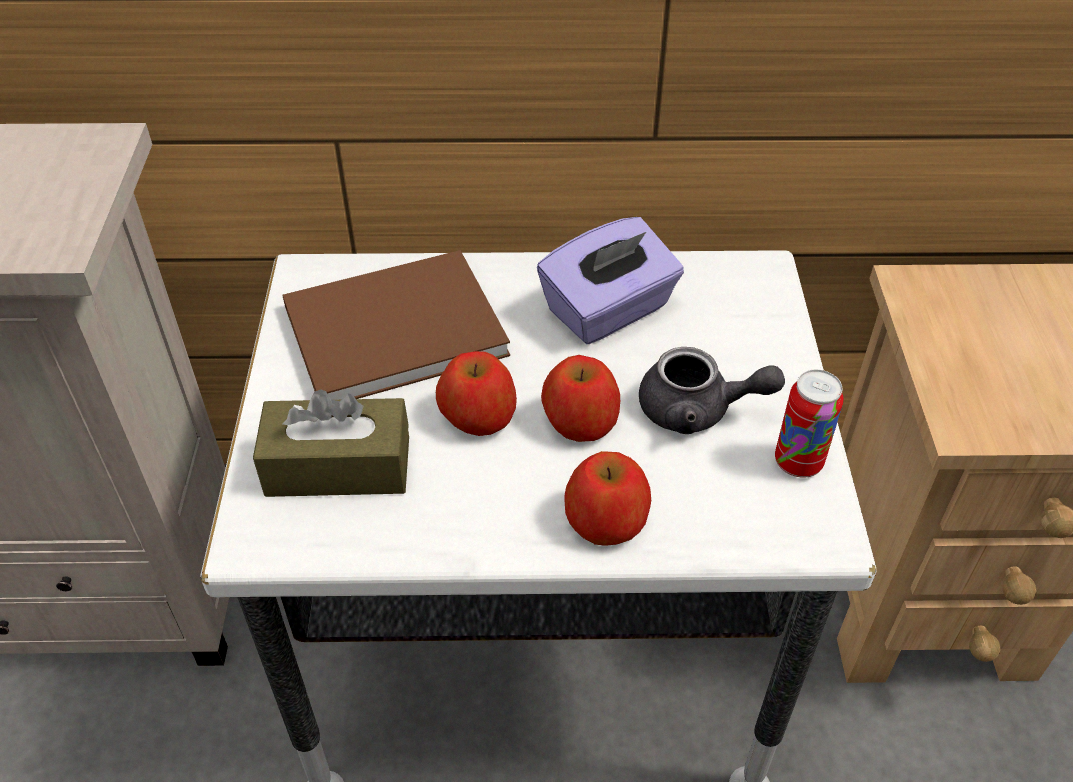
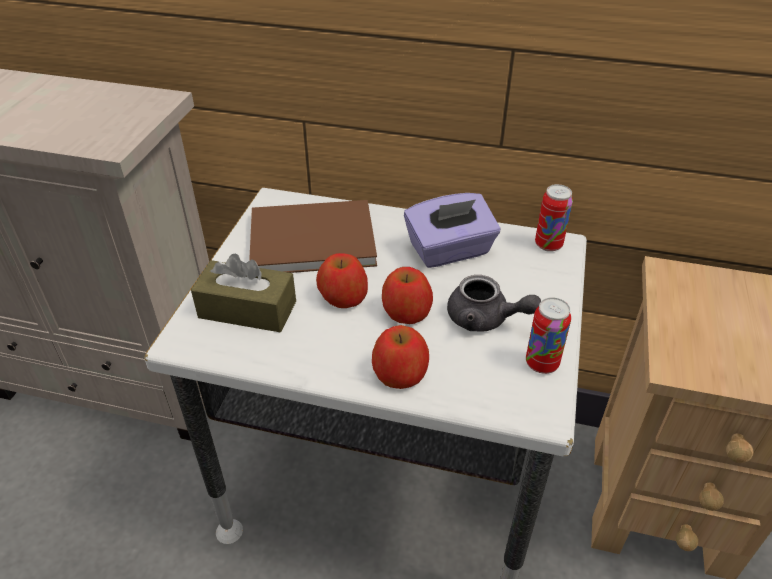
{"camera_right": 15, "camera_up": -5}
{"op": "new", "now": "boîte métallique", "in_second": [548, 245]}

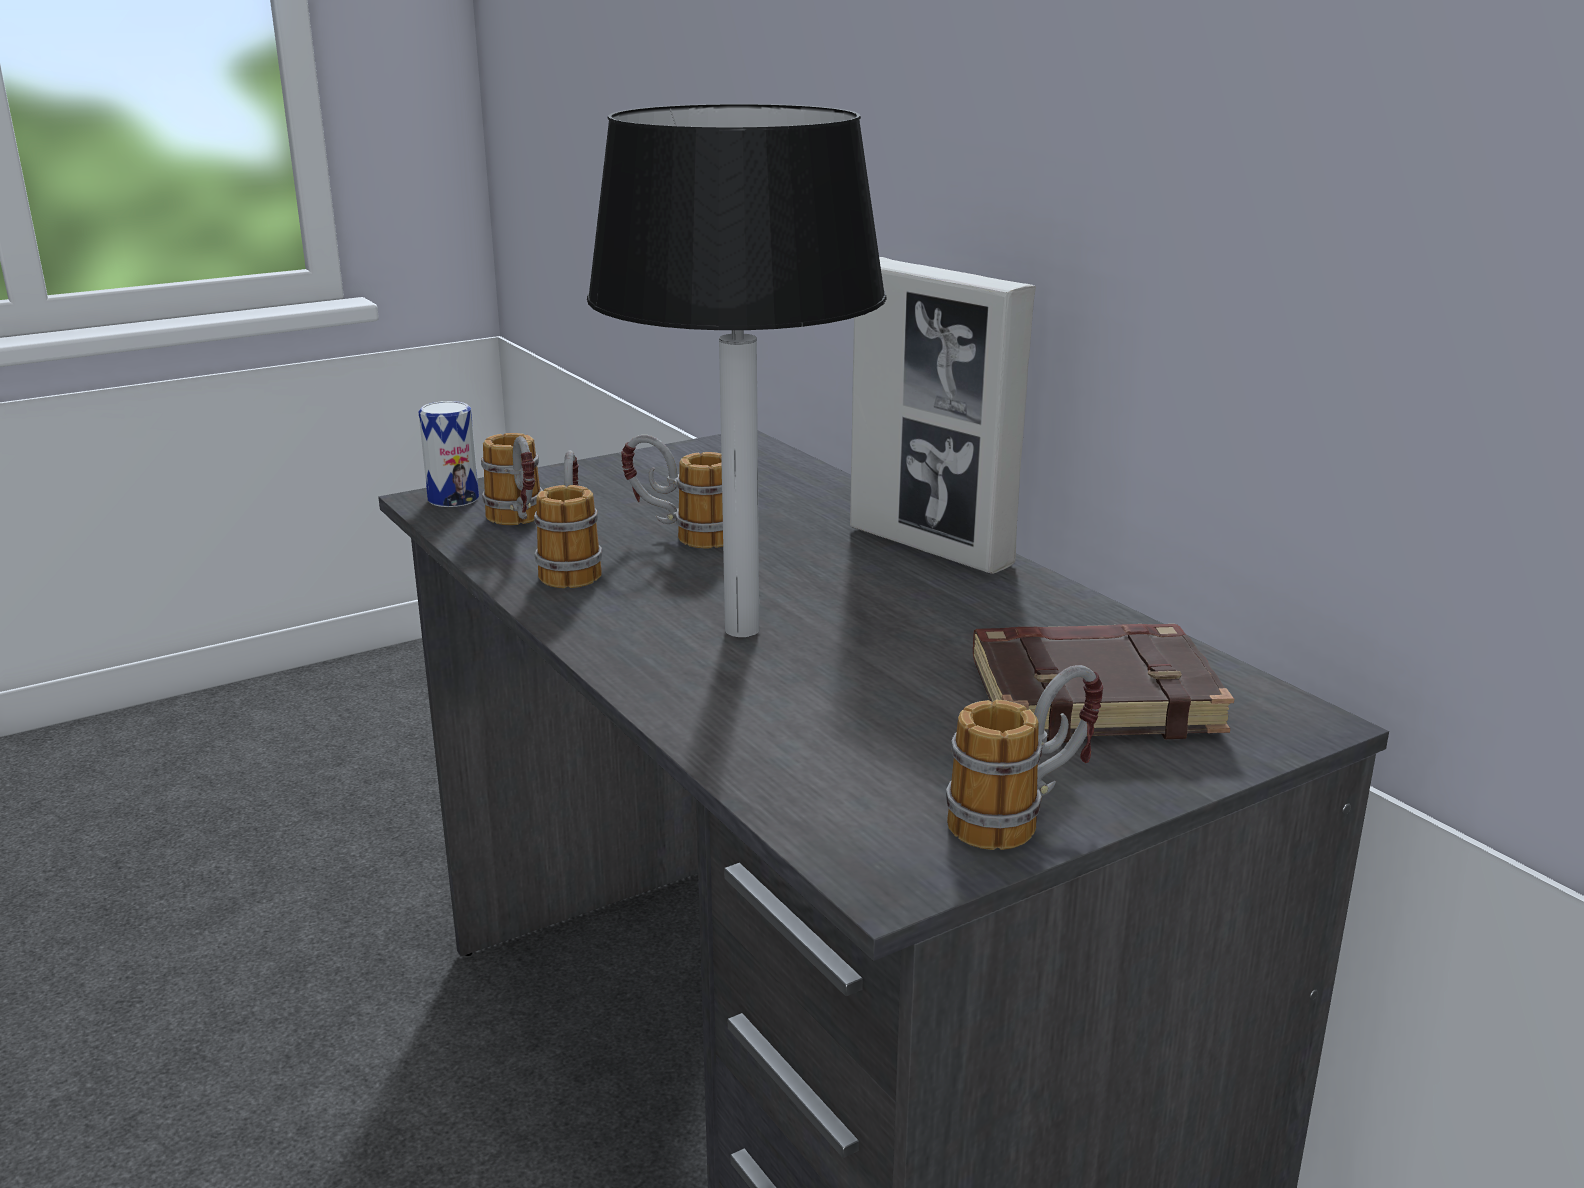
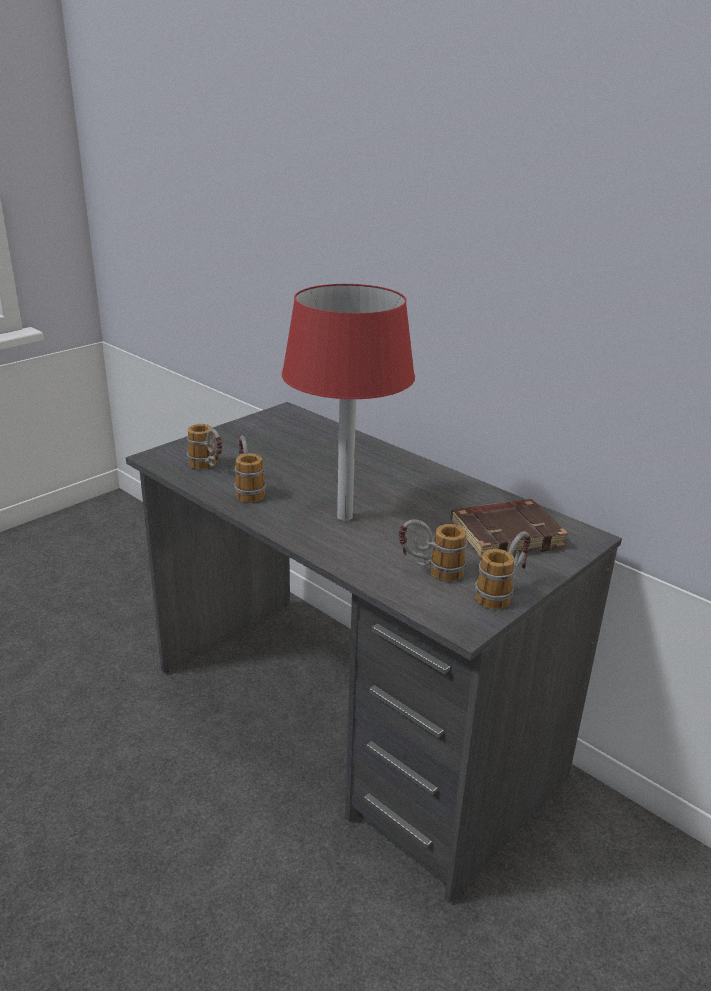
{"camera_right": -15, "camera_up": 5}
{"op": "repainted", "was": "lampe de table [noir]", "now": "lampe de table [rouge]", "in_first": [743, 630], "in_second": [345, 516]}
{"op": "gone", "was": "cadre photo", "in_first": [930, 547]}
{"op": "gone", "was": "boîte métallique", "in_first": [453, 499]}
{"op": "shifted", "was": "mug", "in_first": [680, 535], "in_second": [430, 571]}

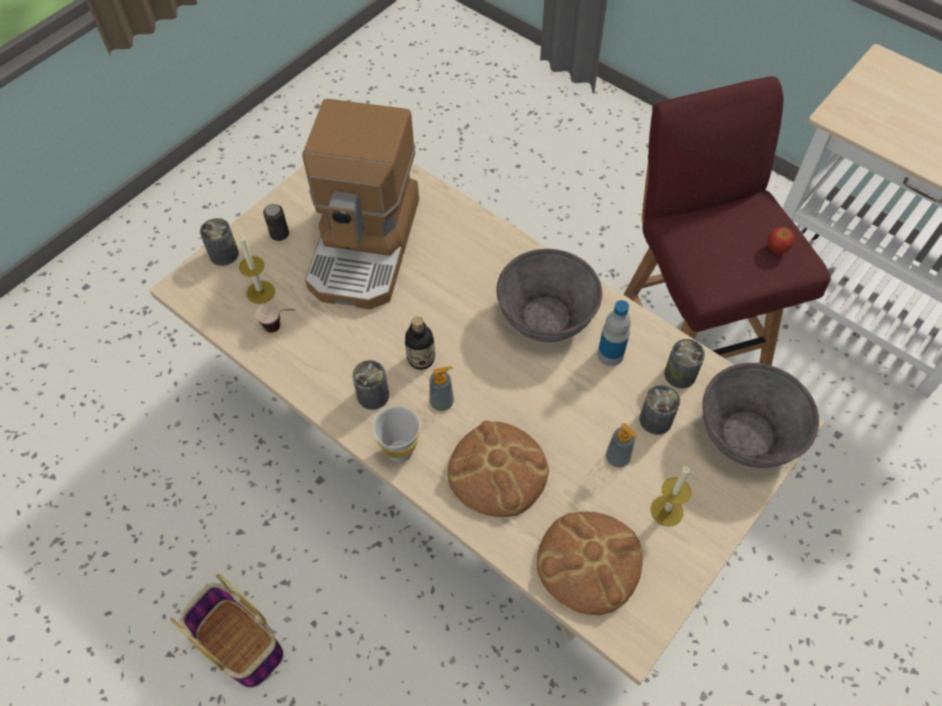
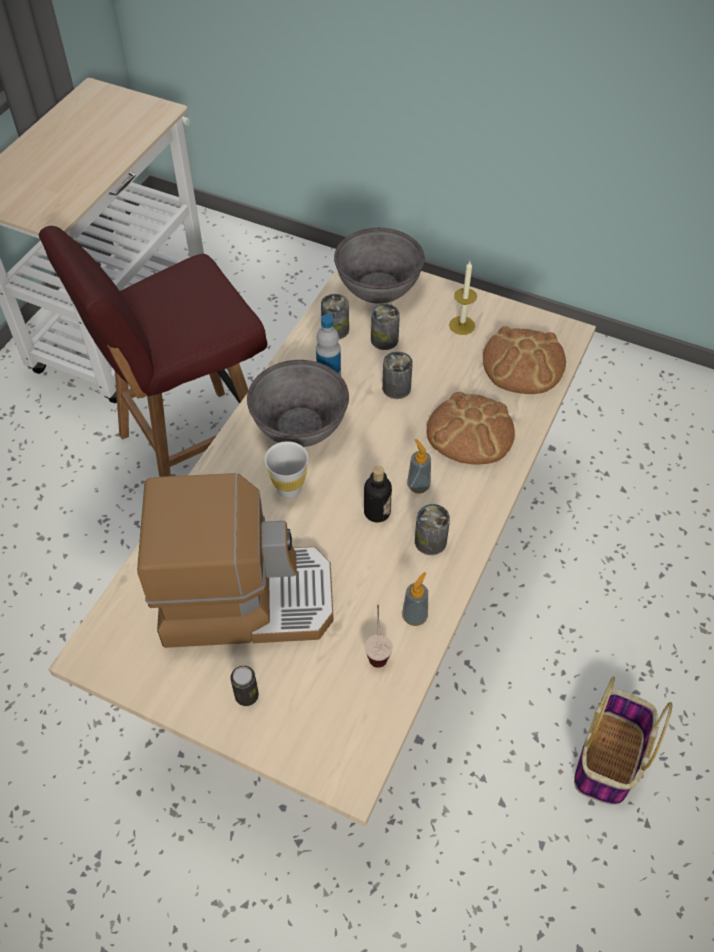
{"camera_right": -105, "camera_up": -5}
{"op": "shifted", "was": "boîte métallique", "in_first": [224, 254], "in_second": [396, 388]}
{"op": "gone", "was": "pomme", "in_first": [776, 248]}
{"op": "gone", "was": "bougie", "in_first": [260, 292]}
{"op": "shifted", "was": "tasse [blanc]", "in_first": [400, 451], "in_second": [289, 489]}
{"op": "shifted", "was": "distributeur de savon", "in_first": [617, 458], "in_second": [414, 616]}

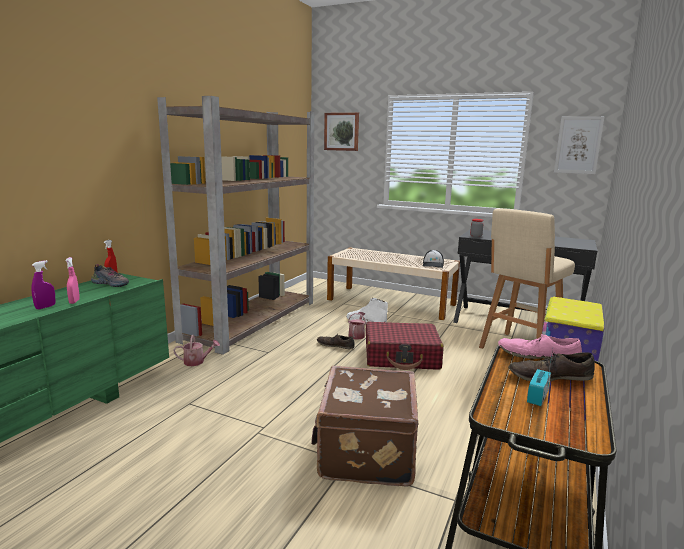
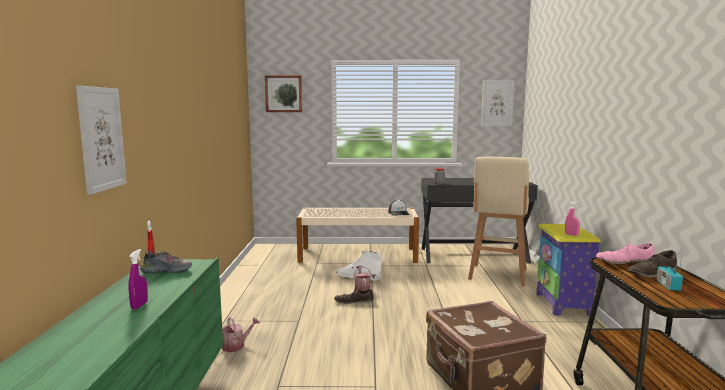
{"camera_right": -25, "camera_up": -5}
{"op": "gone", "was": "bibliothèque [marron]", "in_first": [252, 320]}
{"op": "shifted", "was": "vaporisateur [rose]", "in_first": [74, 301], "in_second": [571, 234]}
{"op": "gone", "was": "valise [rouge]", "in_first": [401, 356]}
{"op": "new", "now": "tableau", "in_second": [101, 139]}

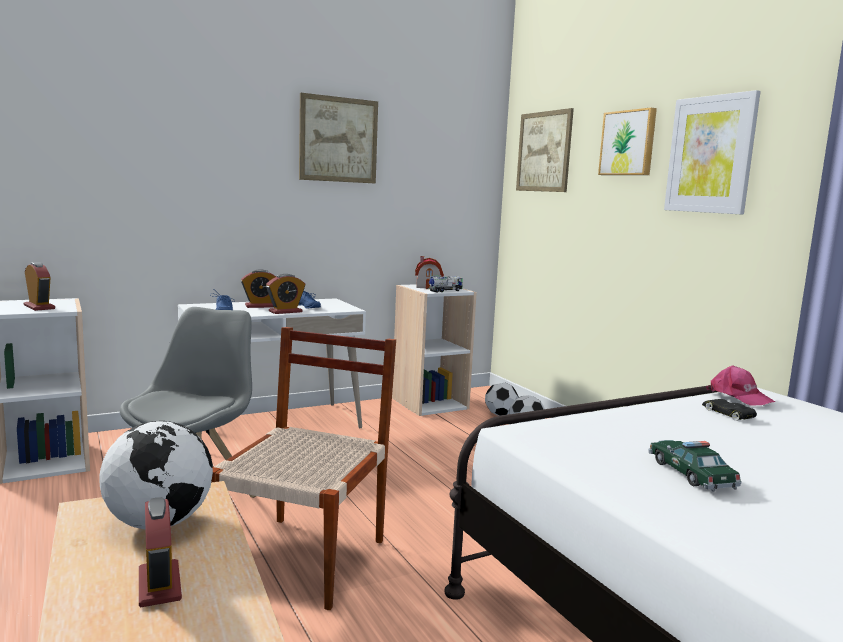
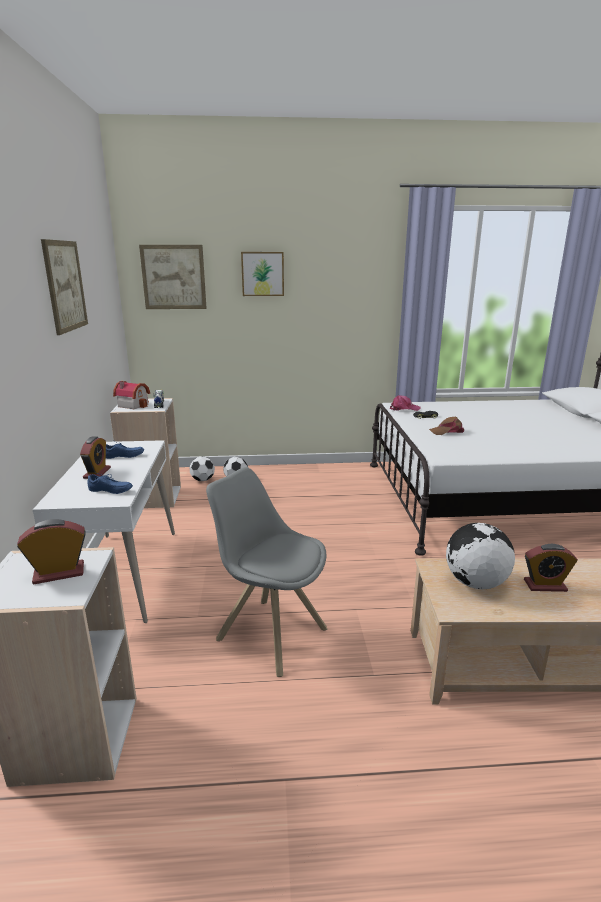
{"camera_right": -65, "camera_up": 10}
{"op": "gone", "was": "tableau", "in_first": [710, 154]}
{"op": "gone", "was": "réveil", "in_first": [285, 311]}
{"op": "gone", "was": "chaise", "in_first": [305, 558]}
{"op": "gone", "was": "petite voiture", "in_first": [691, 474]}
{"op": "new", "now": "casquette [marron]", "in_second": [447, 431]}

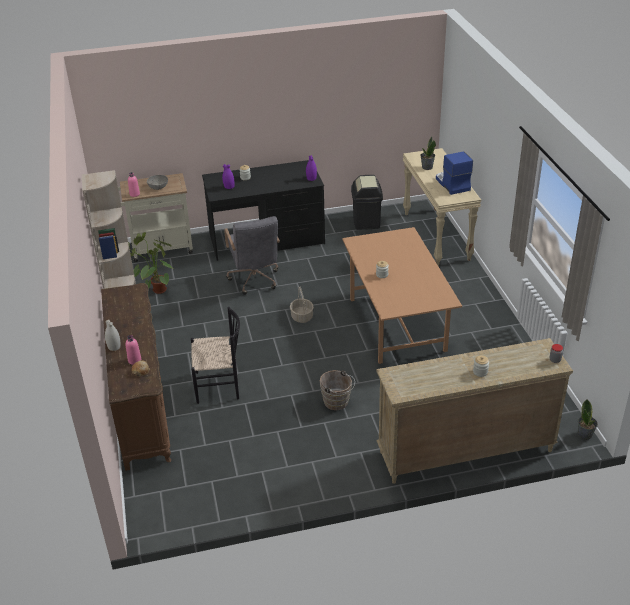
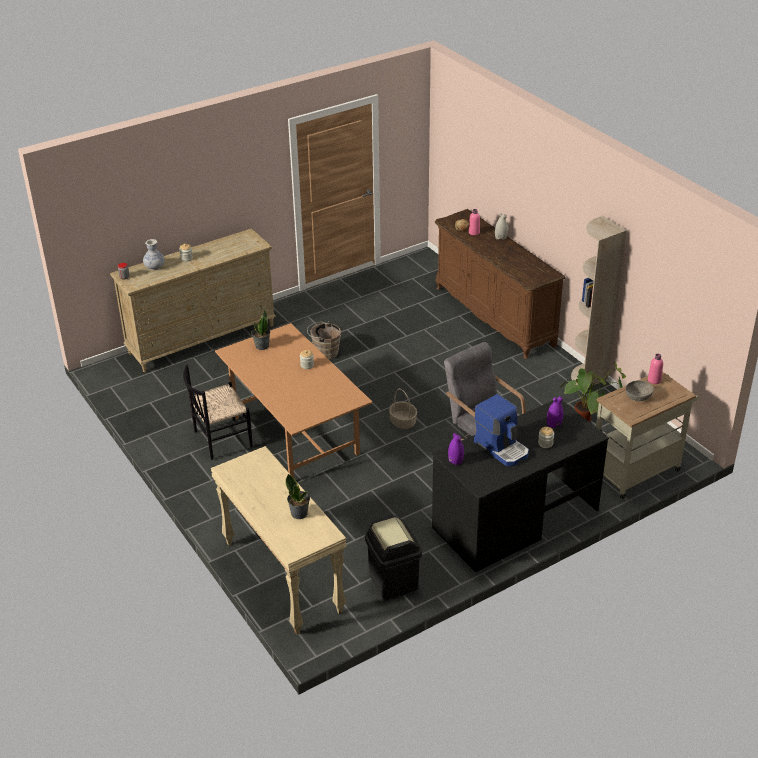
{"camera_right": 160, "camera_up": 0}
{"op": "shifted", "was": "machine à café", "in_first": [452, 184], "in_second": [502, 448]}
{"op": "shifted", "was": "chaise [noir]", "in_first": [220, 385], "in_second": [220, 440]}
{"op": "shifted", "was": "plante en pot", "in_first": [585, 434], "in_second": [262, 346]}
{"op": "new", "now": "vase", "in_second": [154, 267]}

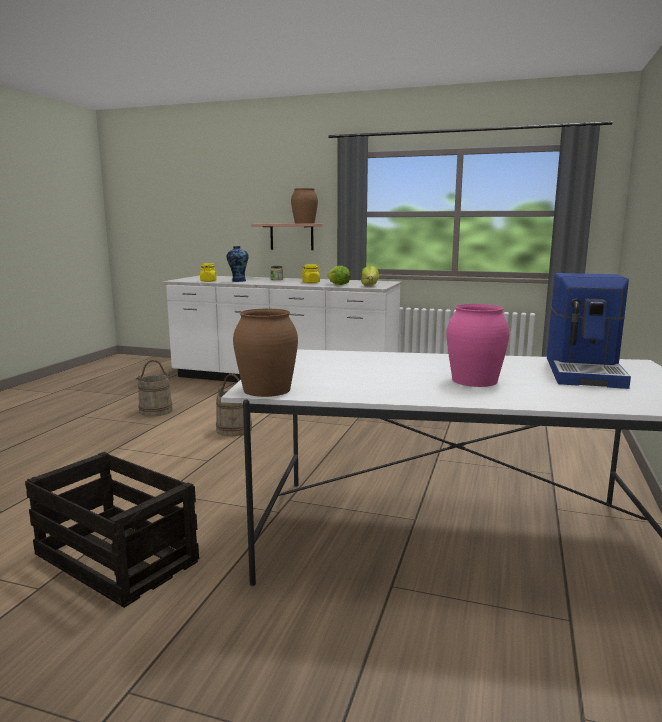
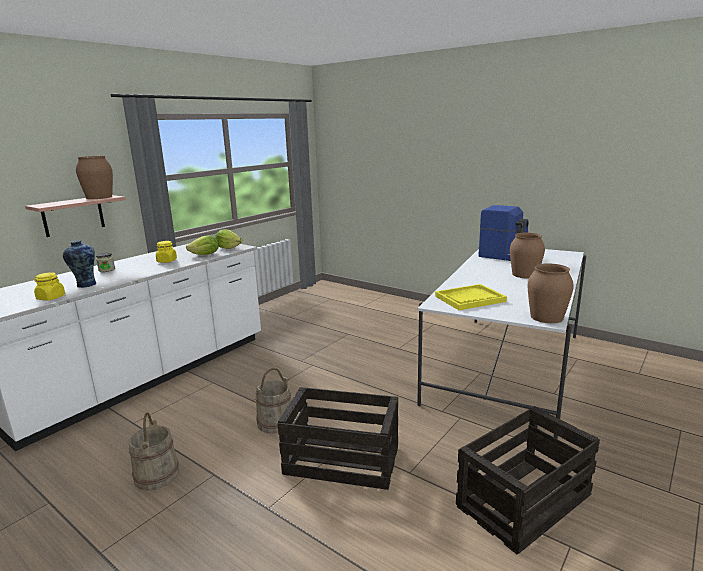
{"camera_right": -70, "camera_up": 5}
{"op": "repainted", "was": "vase [rose]", "now": "vase [marron]", "in_first": [474, 381], "in_second": [525, 274]}
{"op": "new", "now": "plateau [jaune]", "in_second": [470, 299]}
{"op": "new", "now": "caisse", "in_second": [343, 460]}

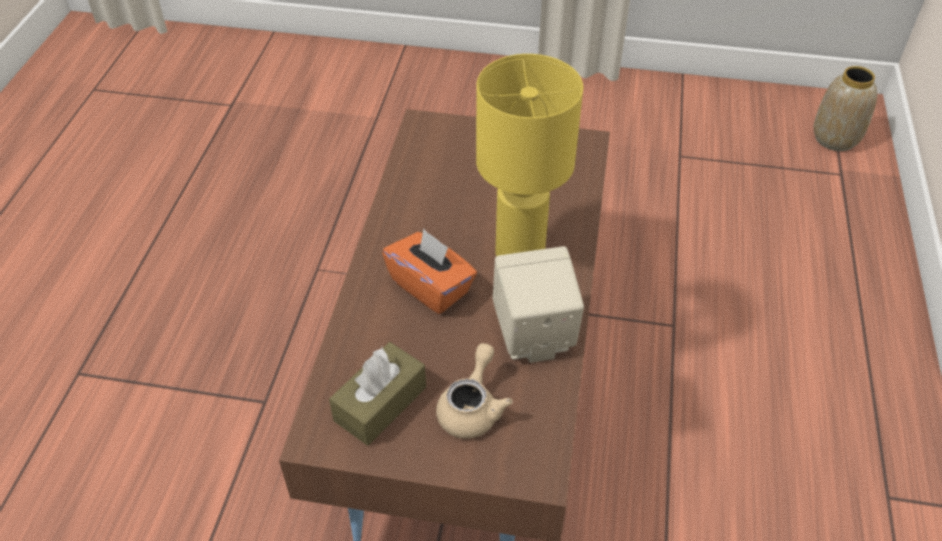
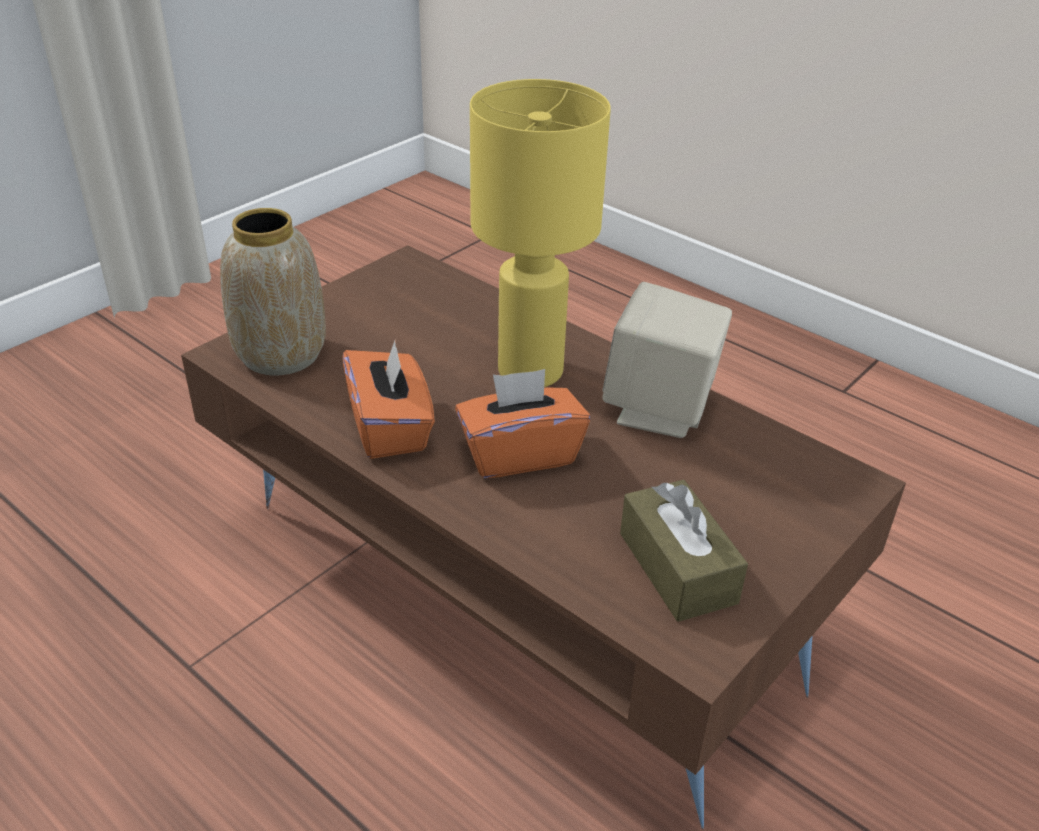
{"camera_right": -60, "camera_up": -10}
{"op": "shifted", "was": "vase", "in_first": [835, 139], "in_second": [282, 354]}
{"op": "gone", "was": "théière [beige]", "in_first": [472, 408]}
{"op": "new", "now": "boîte à mouchoirs [orange]", "in_second": [390, 427]}

